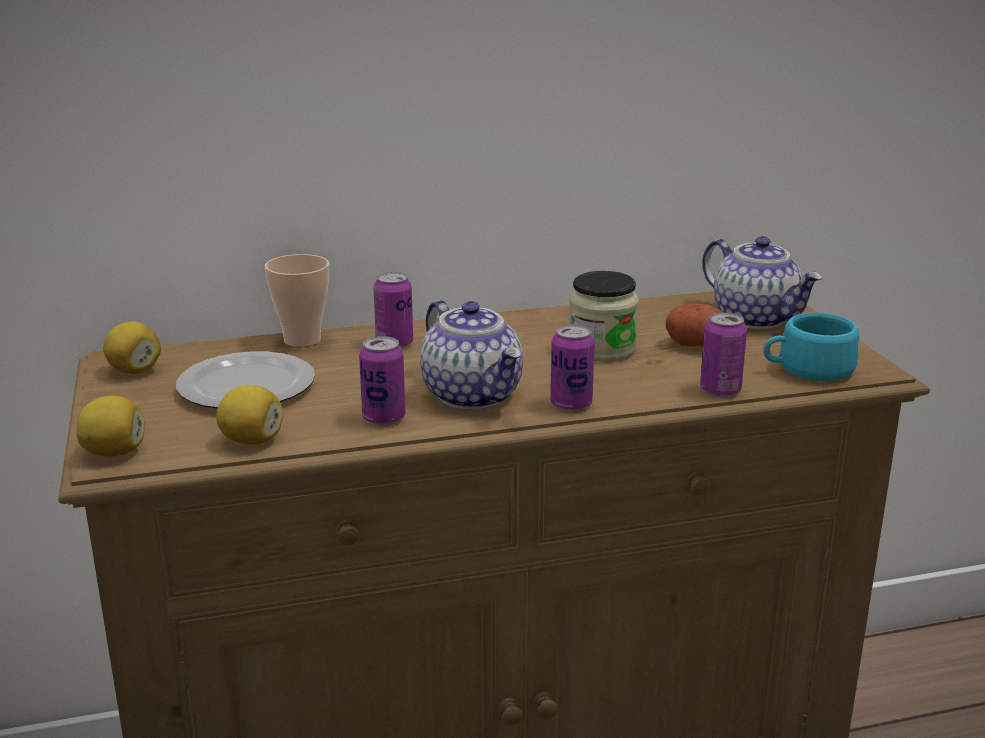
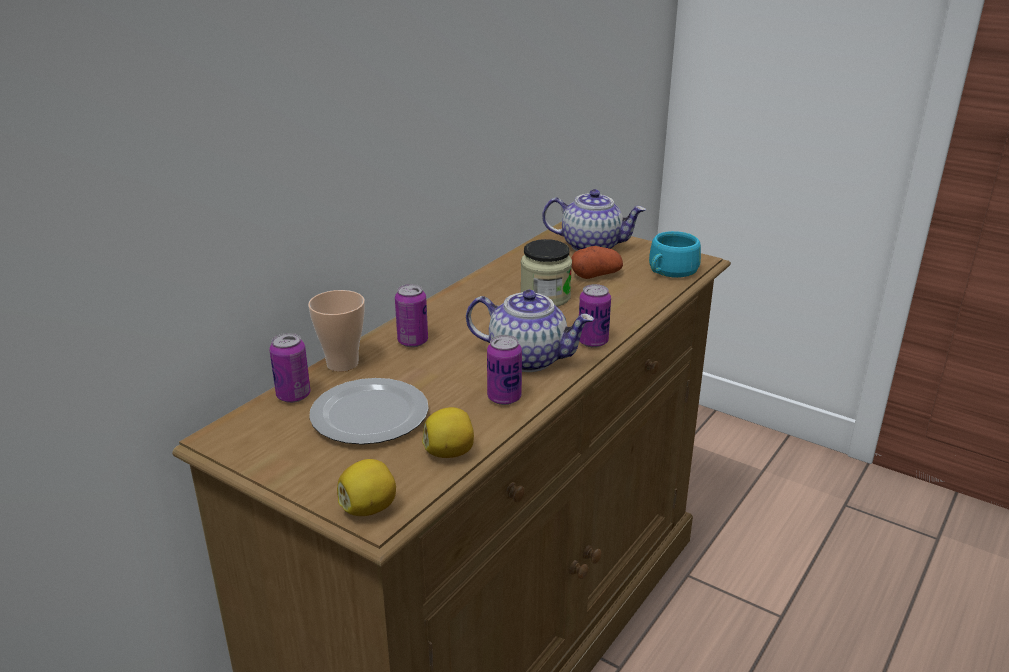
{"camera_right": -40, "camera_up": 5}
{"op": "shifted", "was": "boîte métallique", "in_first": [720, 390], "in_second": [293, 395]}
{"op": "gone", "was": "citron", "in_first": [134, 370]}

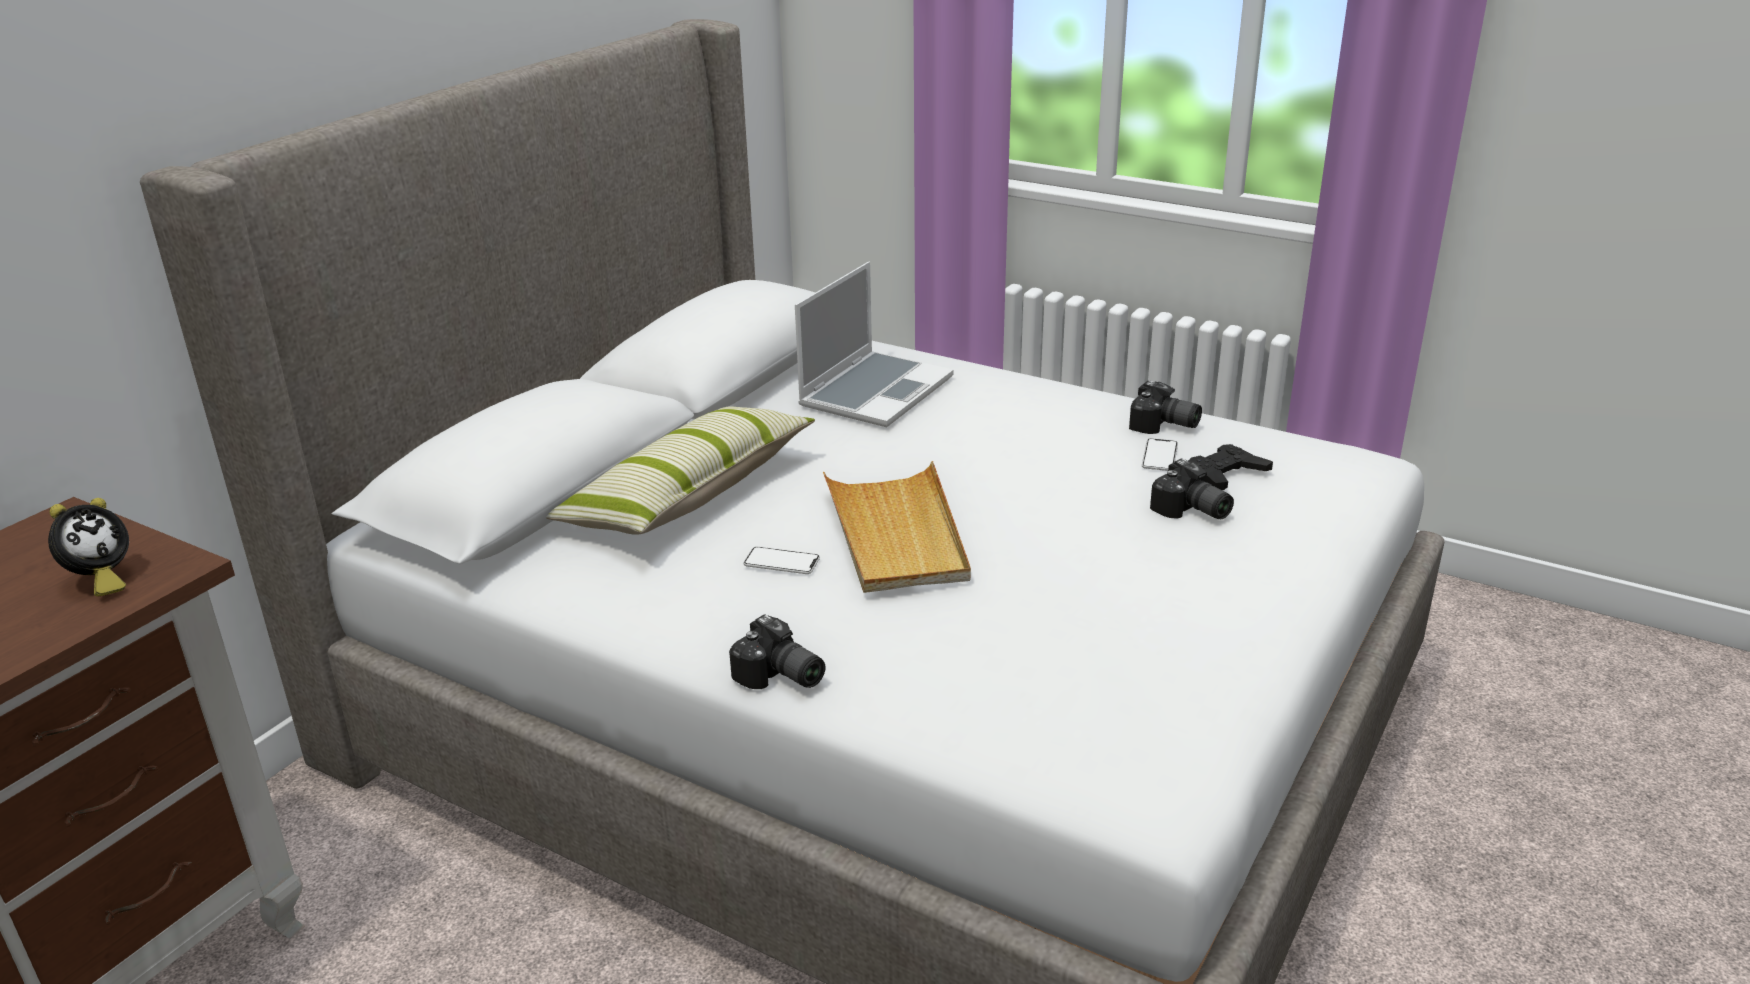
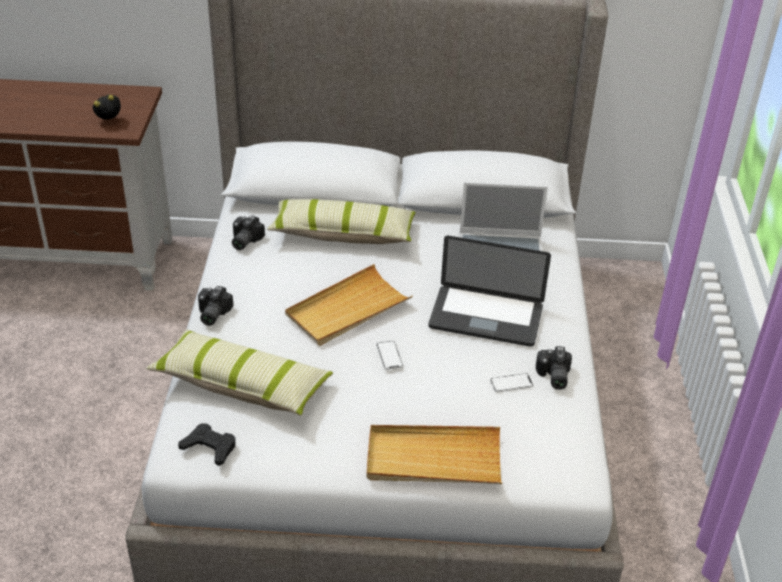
{"camera_right": 60, "camera_up": 10}
{"op": "shifted", "was": "manette [noir]", "in_first": [1225, 474], "in_second": [209, 447]}
{"op": "shifted", "was": "appareil photo", "in_first": [1191, 511], "in_second": [243, 241]}
{"op": "rotated", "was": "réveil", "in_first": [100, 581], "in_second": [110, 121], "clockwise": 150}
{"op": "shifted", "was": "téléphone", "in_first": [781, 562], "in_second": [389, 356]}
{"op": "new", "now": "ordinateur portable", "in_second": [486, 317]}
{"op": "new", "now": "coussin", "in_second": [242, 385]}
{"op": "new", "now": "plateau [beige]", "in_second": [433, 459]}

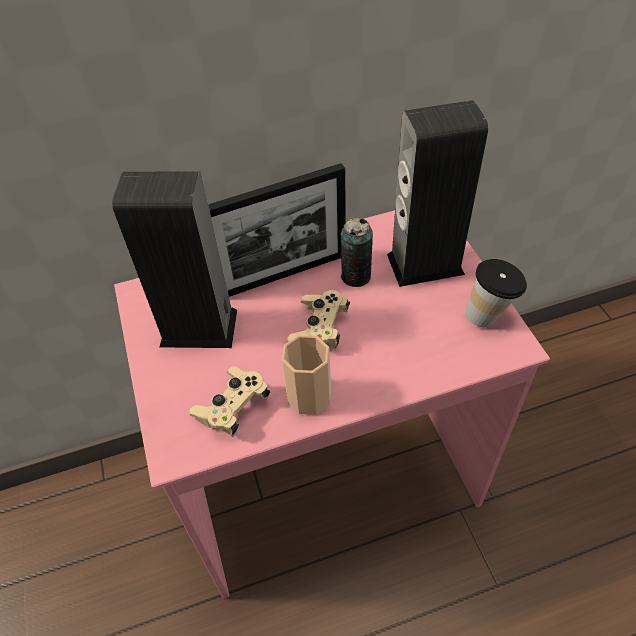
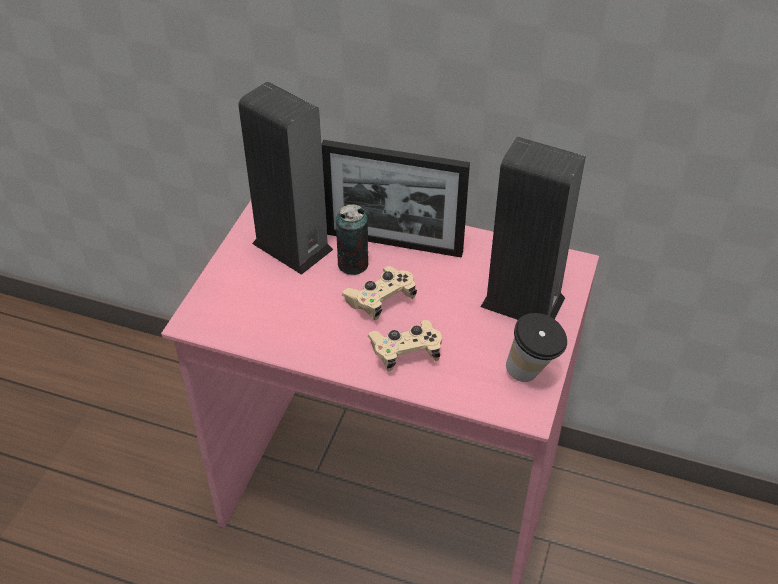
{"camera_right": 35, "camera_up": -5}
{"op": "shifted", "was": "boîte métallique", "in_first": [356, 276], "in_second": [353, 264]}
{"op": "gone", "was": "tasse", "in_first": [309, 396]}
{"op": "shifted", "was": "manette [beige]", "in_first": [233, 408], "in_second": [406, 352]}

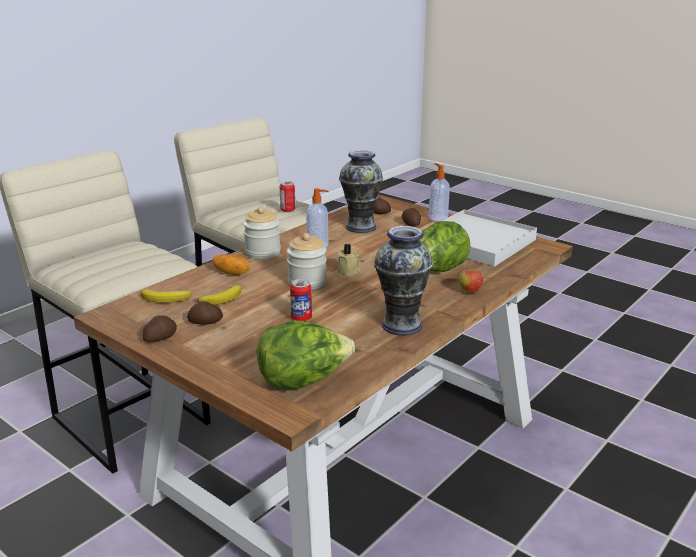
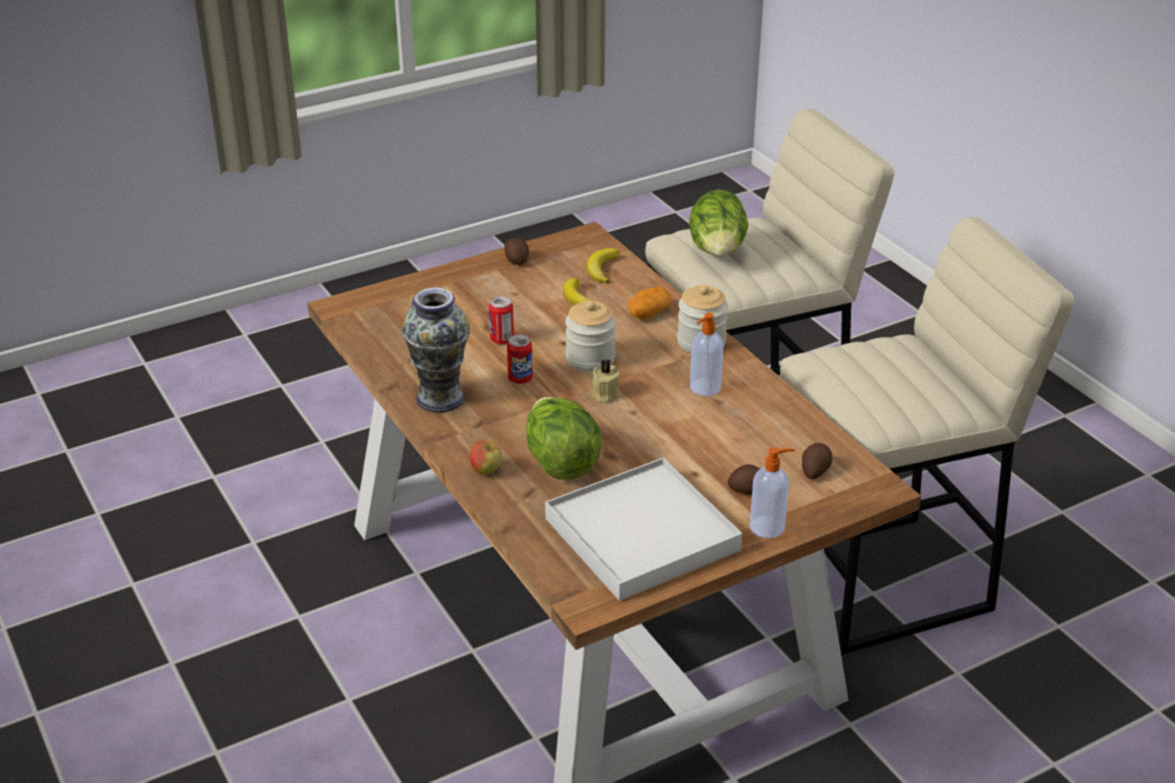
{"camera_right": 110, "camera_up": 10}
{"op": "gone", "was": "vase", "in_first": [361, 227]}
{"op": "shifted", "was": "boîte métallique", "in_first": [288, 210], "in_second": [520, 379]}
{"op": "gone", "was": "pomme de terre", "in_first": [205, 323]}
{"op": "shifted", "was": "laitue", "in_first": [303, 381], "in_second": [717, 252]}

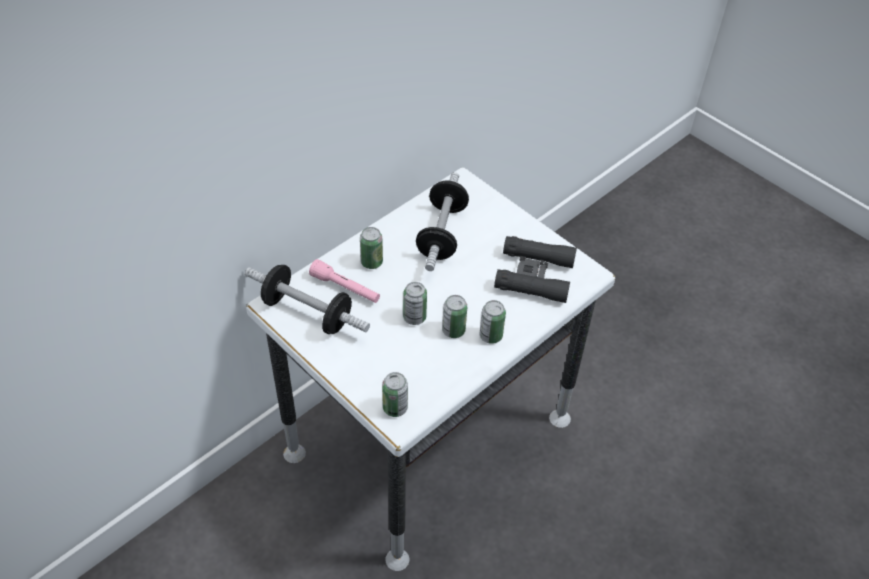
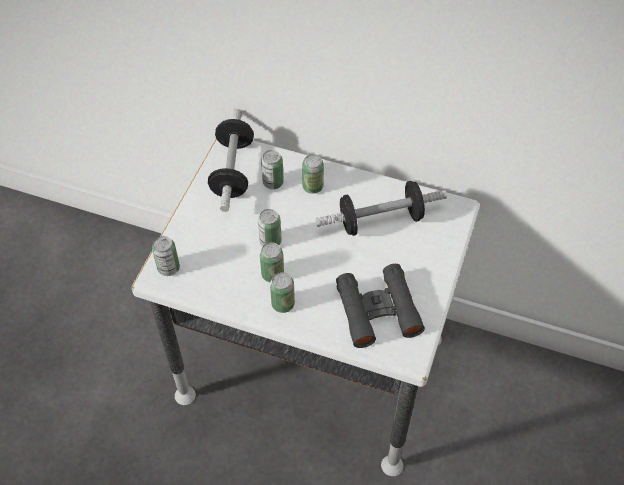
{"camera_right": 65, "camera_up": 5}
{"op": "swapped", "was": "lampe de poche [rose]", "now": "boîte métallique", "in_first": [345, 288], "in_second": [273, 182]}

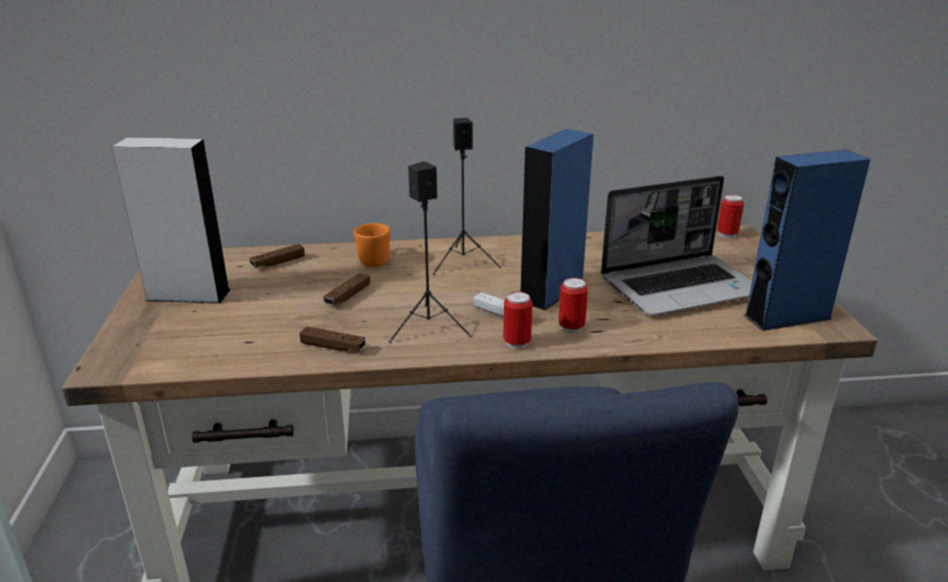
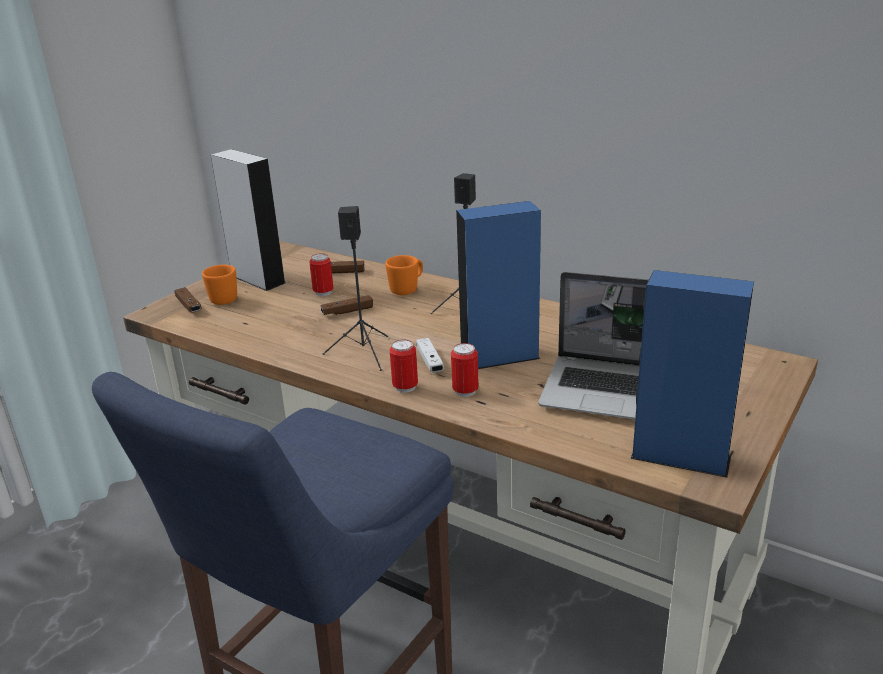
{"camera_right": 40, "camera_up": 0}
{"op": "shifted", "was": "boîte métallique", "in_first": [727, 234], "in_second": [323, 292]}
{"op": "shifted", "was": "manette [marron]", "in_first": [333, 347], "in_second": [189, 306]}
{"op": "new", "now": "mug [orange]", "in_second": [222, 298]}

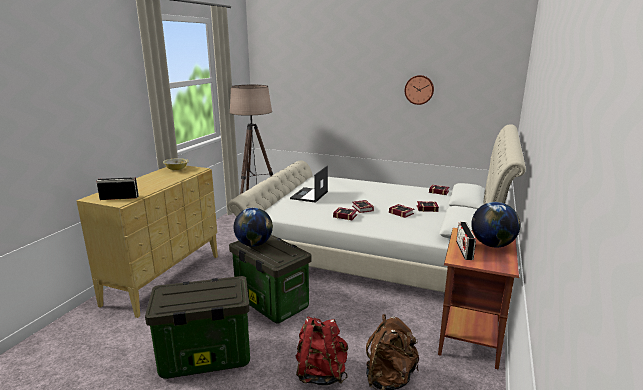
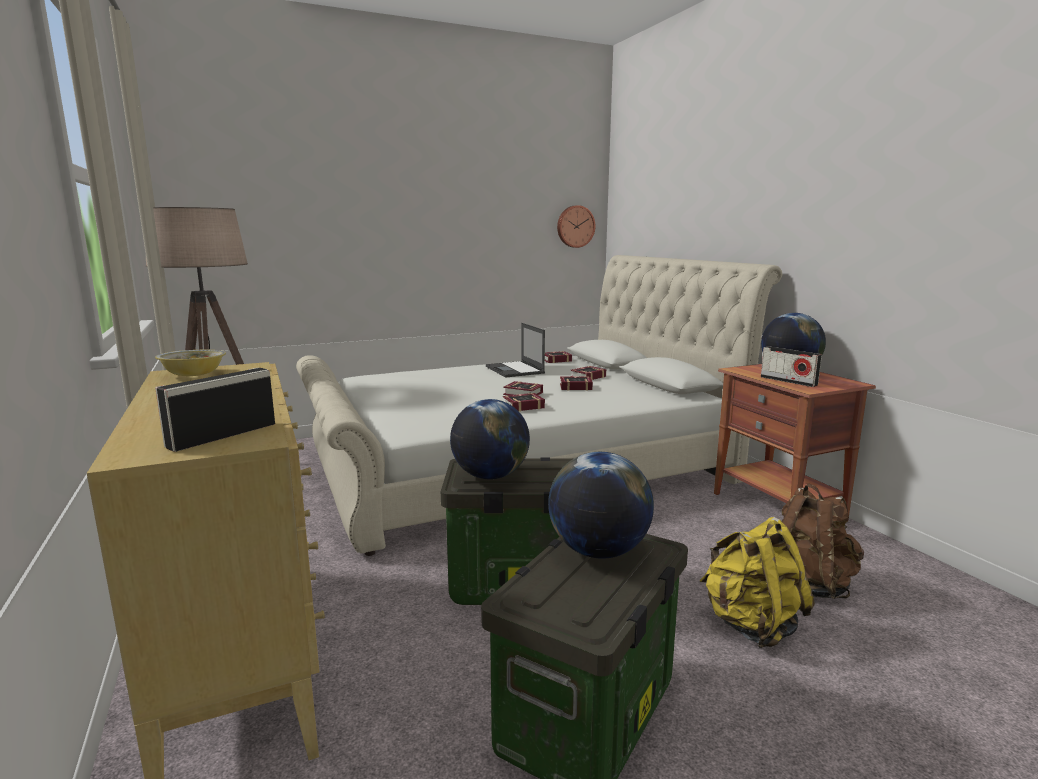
{"camera_right": -45, "camera_up": -5}
{"op": "shifted", "was": "horloge murale", "in_first": [419, 89], "in_second": [575, 226]}
{"op": "shifted", "was": "ordinateur portable", "in_first": [309, 195], "in_second": [515, 370]}
{"op": "repainted", "was": "sac à dos [rouge]", "now": "sac à dos [jaune]", "in_first": [321, 373], "in_second": [751, 625]}
{"op": "new", "now": "globe", "in_second": [598, 551]}

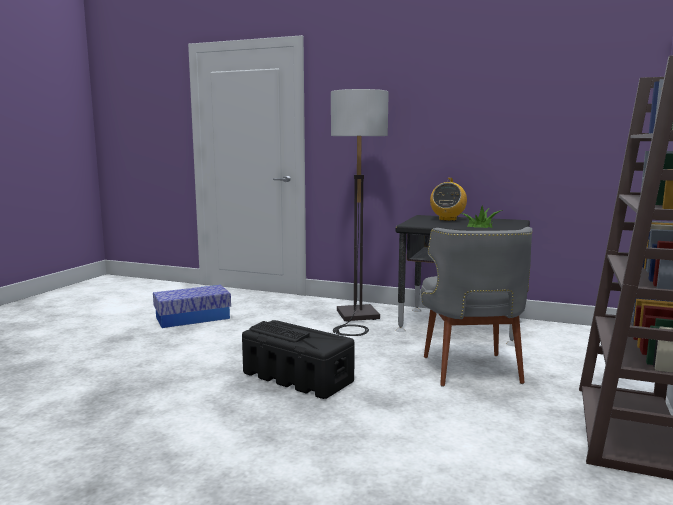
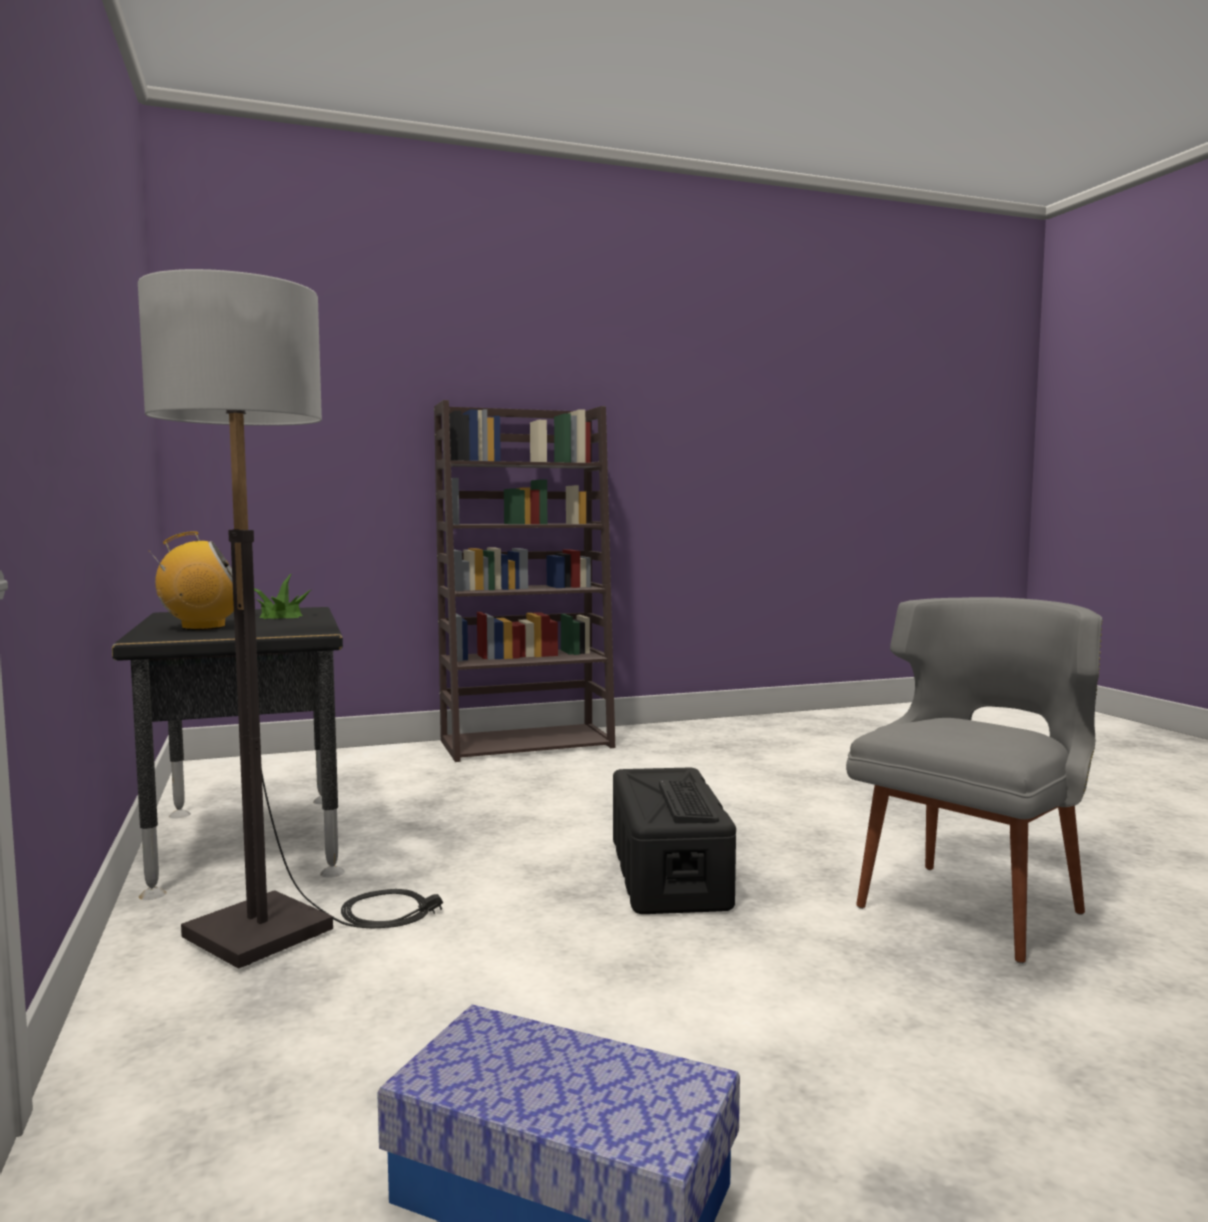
{"camera_right": -130, "camera_up": -5}
{"op": "shifted", "was": "chaise [gris]", "in_first": [471, 369], "in_second": [968, 911]}

